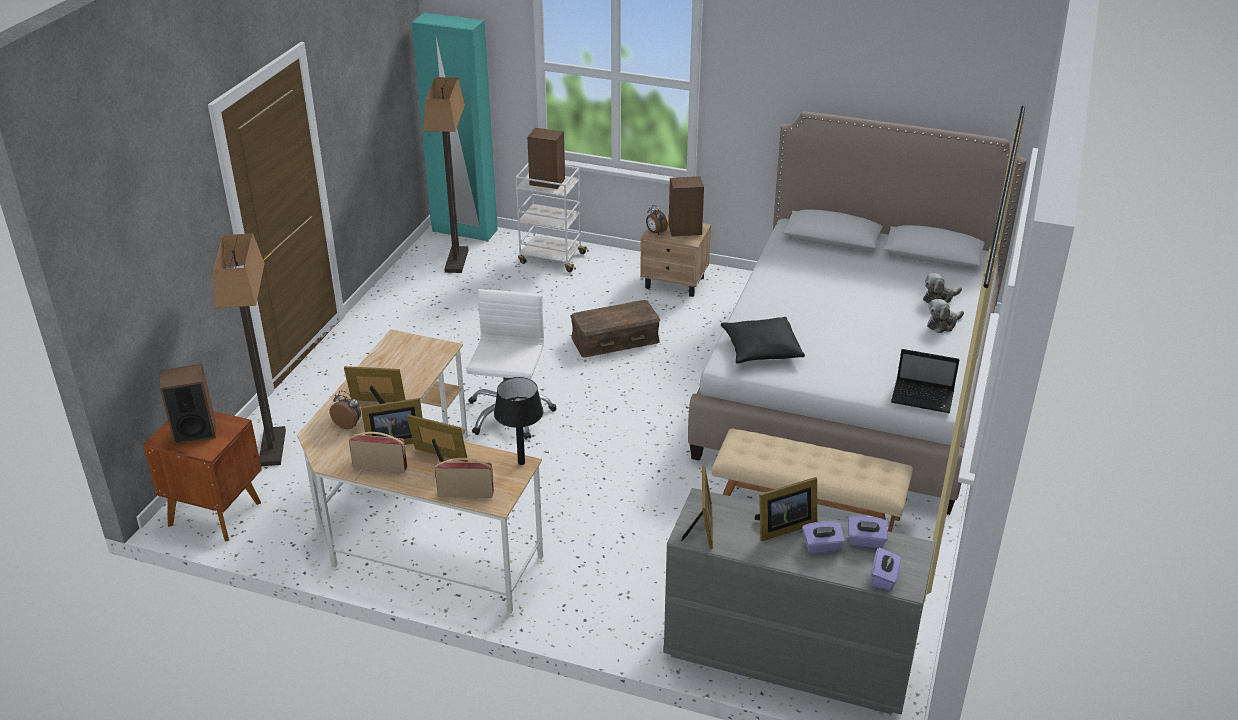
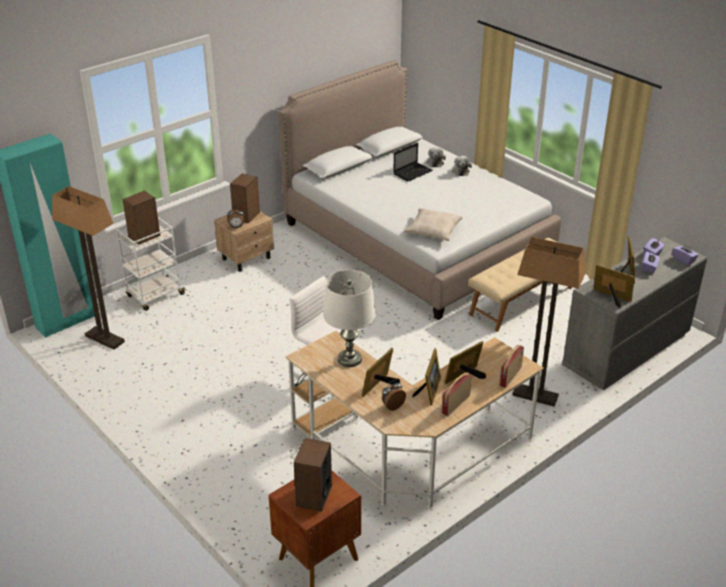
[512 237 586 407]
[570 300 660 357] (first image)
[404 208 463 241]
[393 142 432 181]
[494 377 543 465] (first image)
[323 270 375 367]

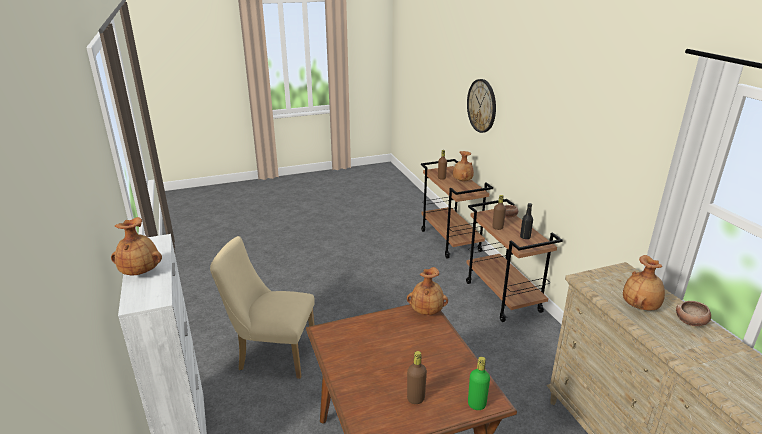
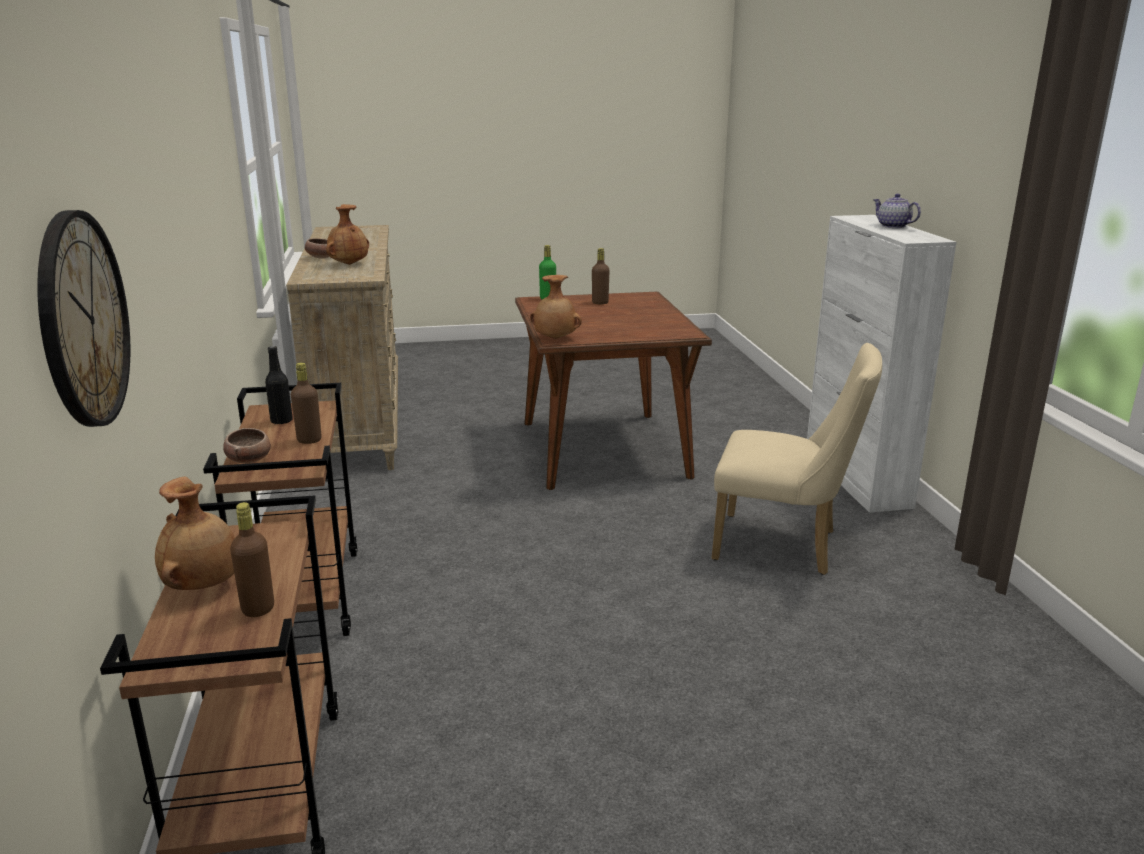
[873 194 921 228]

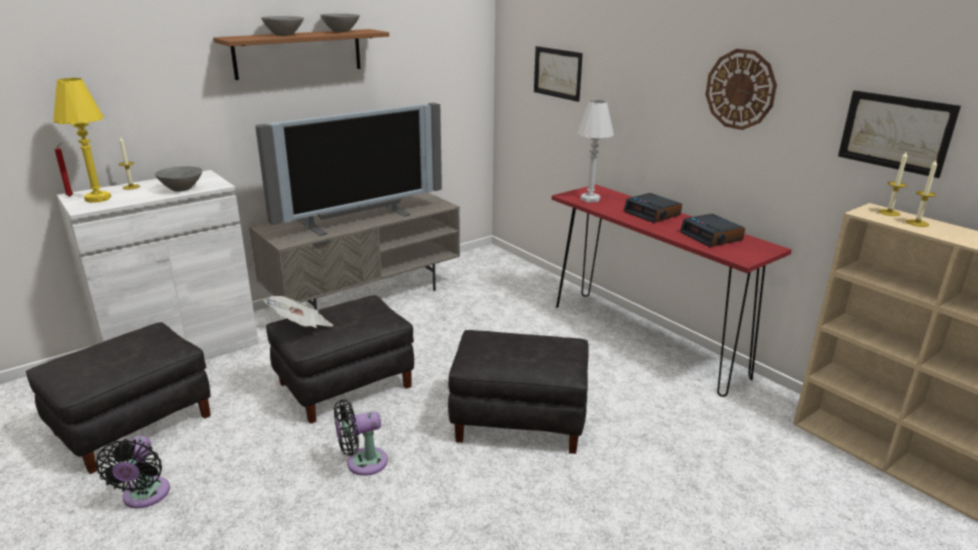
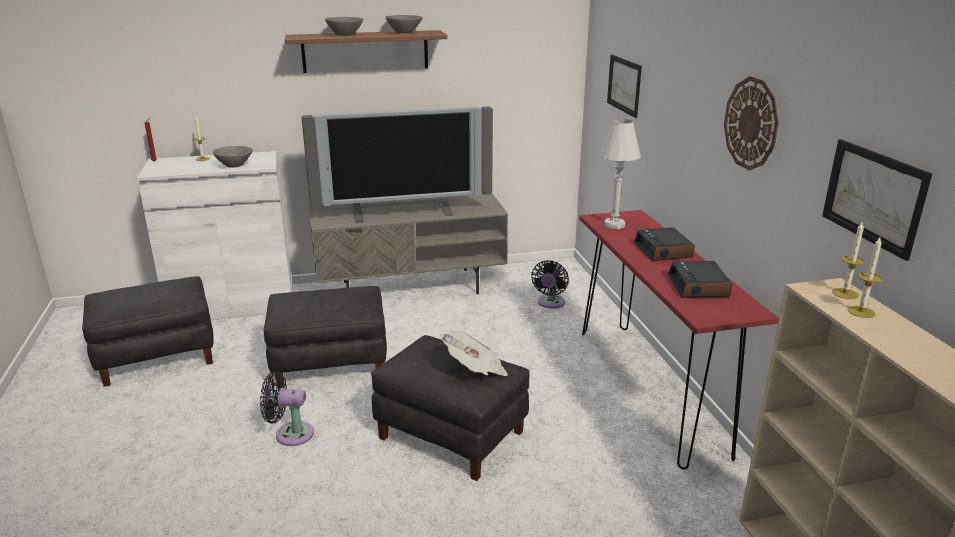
[53 78 111 203] (first image)
[440 331 508 376]
[531 260 569 309]

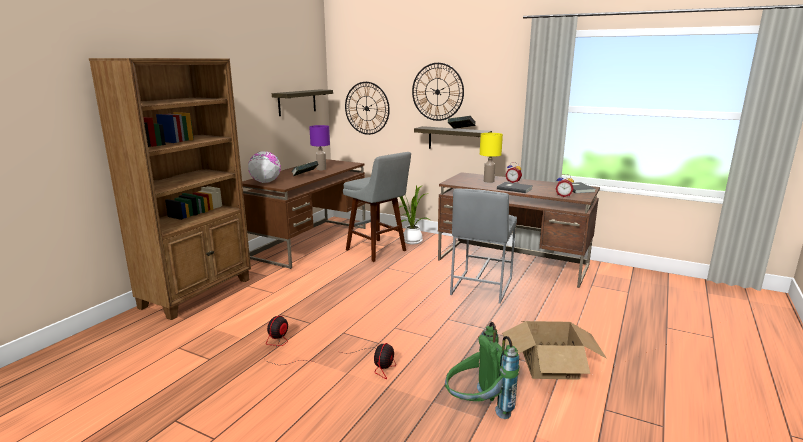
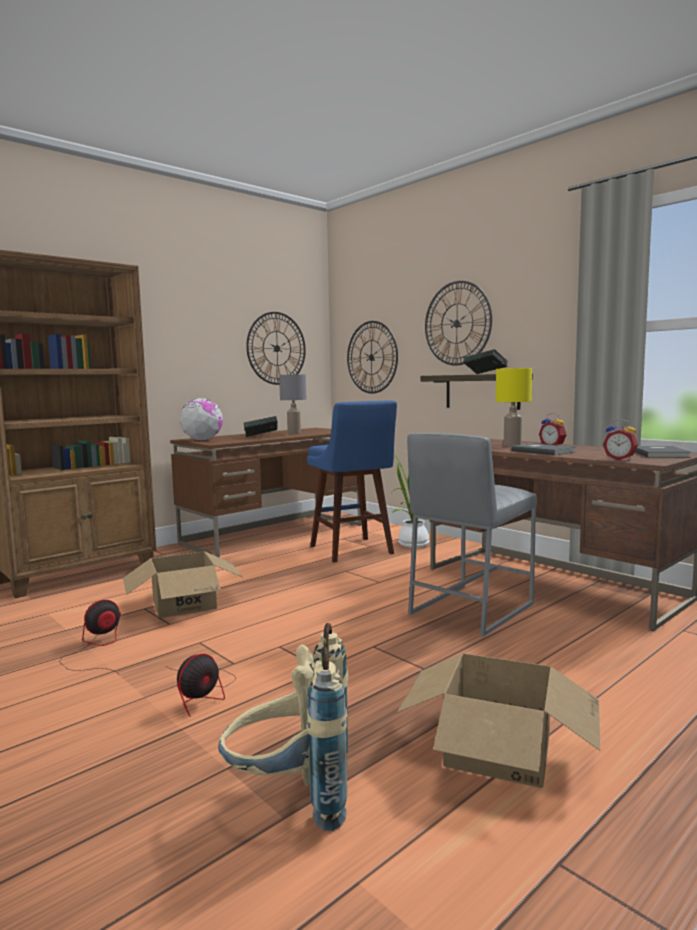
[246 312 306 385]
[279 374 306 434]
[307 401 397 563]
[218 623 348 831]
[123 551 243 618]

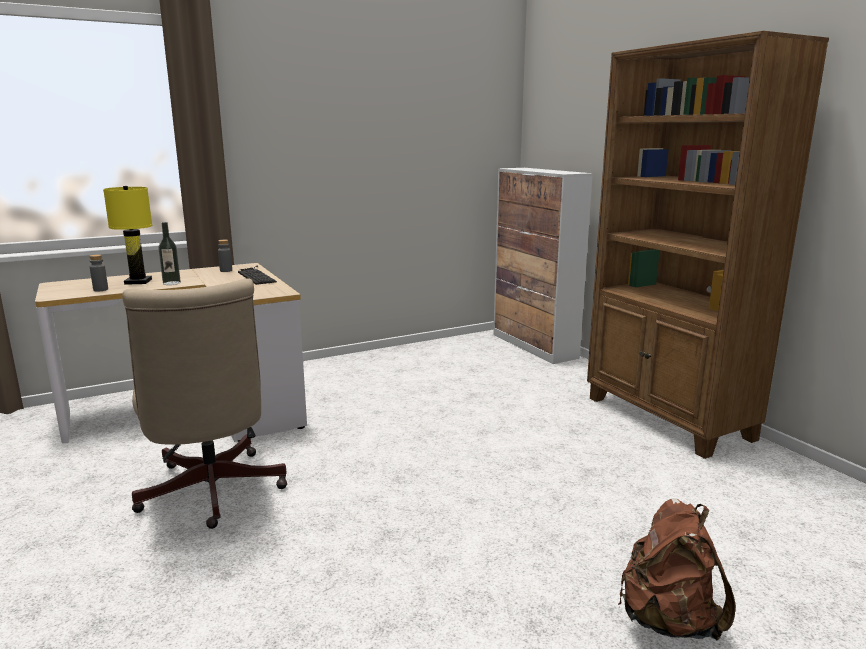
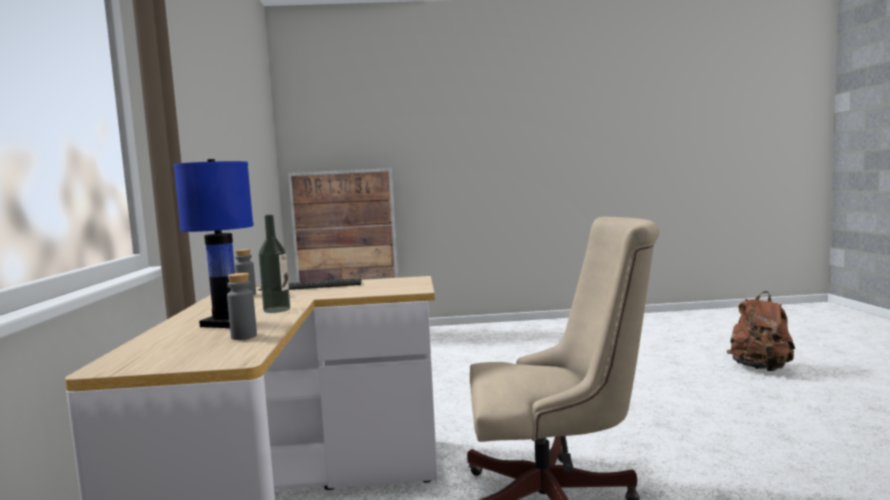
[587 31 829 459] (first image)
[174 159 254 328]

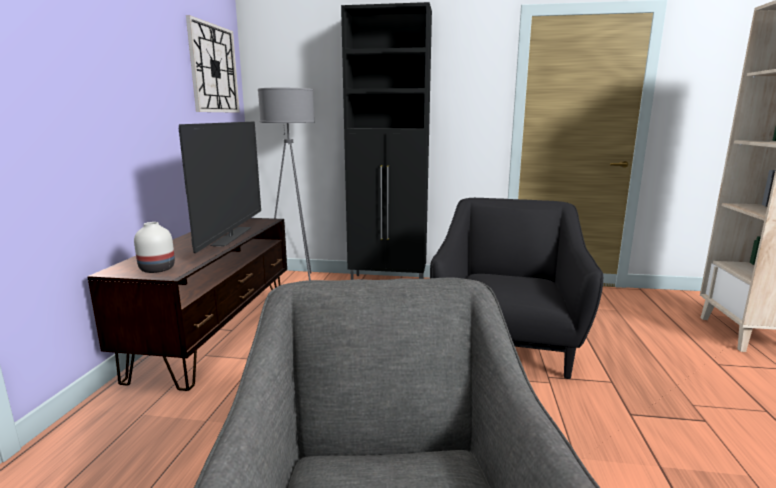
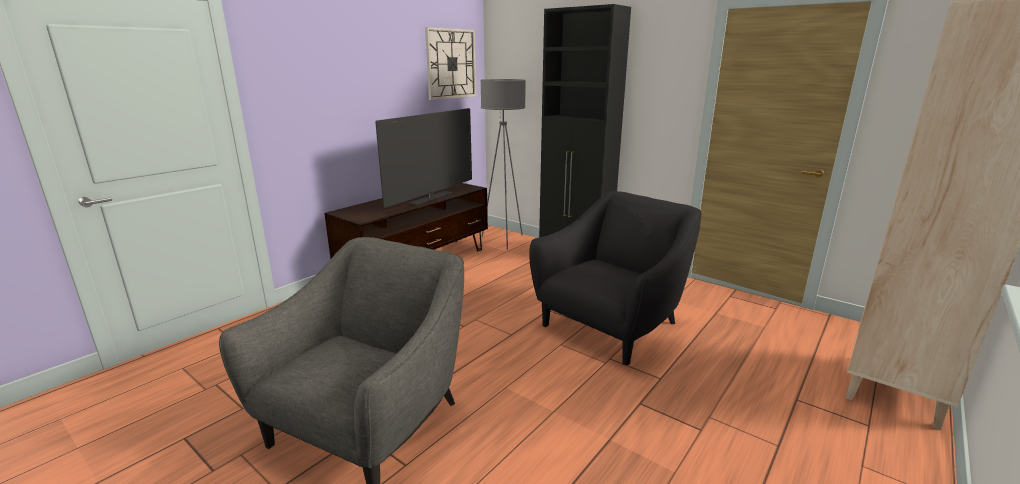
[134 222 175 273] (first image)

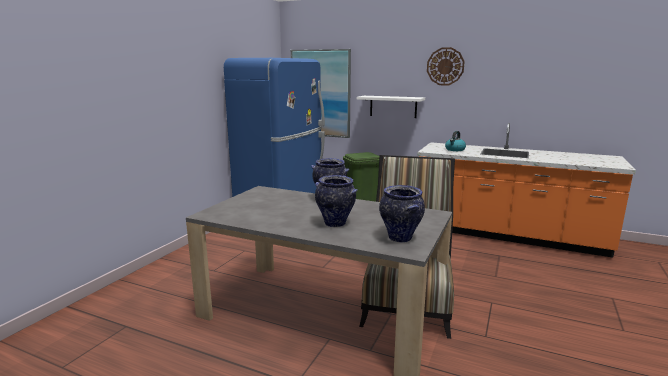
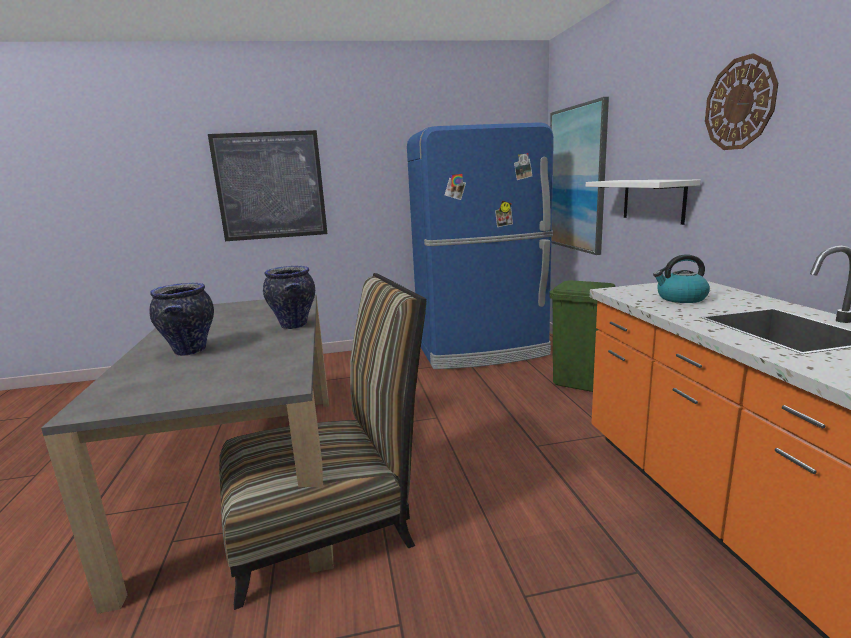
[379 185 425 243] (first image)
[208 130 328 241]

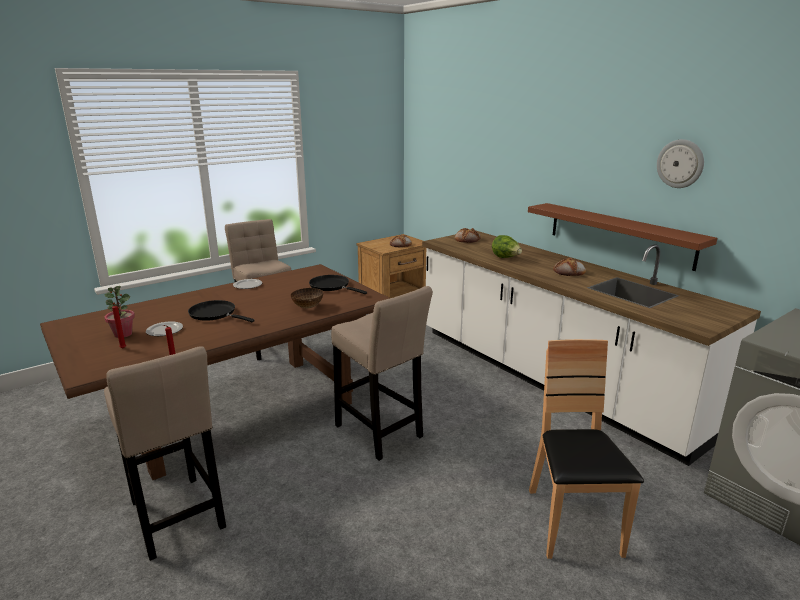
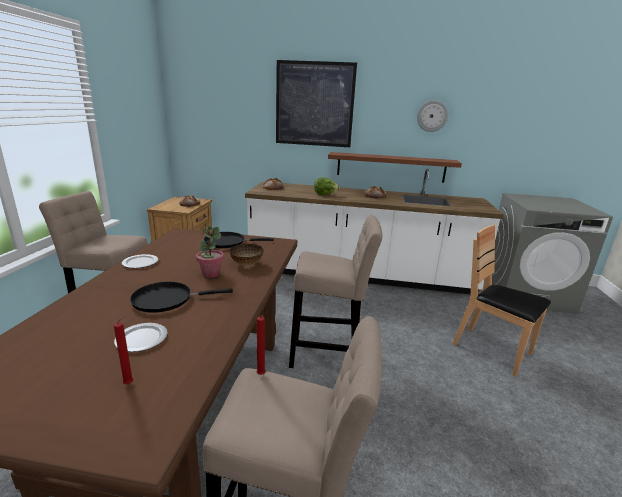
[196 225 224 278]
[276 60 357 147]

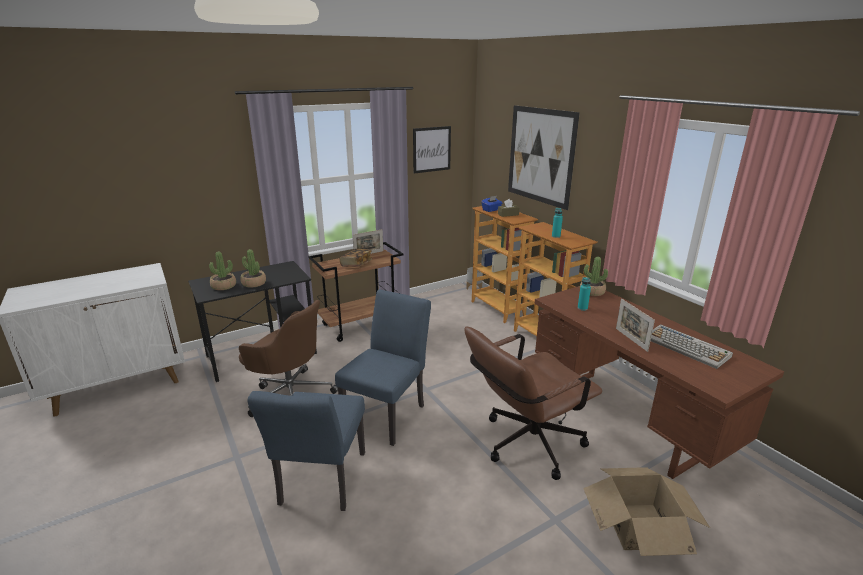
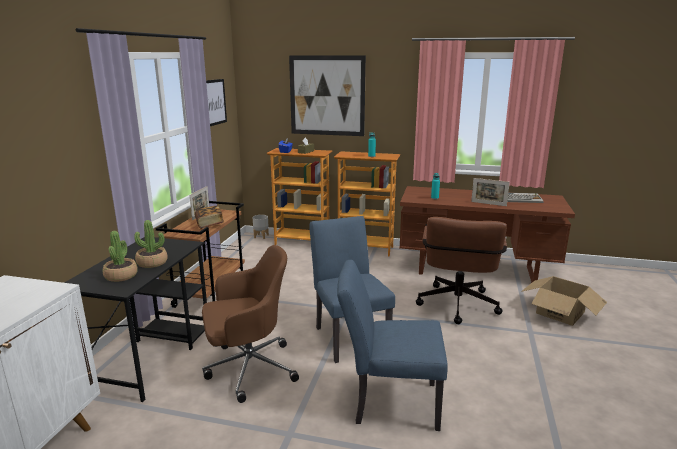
[580 257 608 296] (first image)
[337 260 448 431]

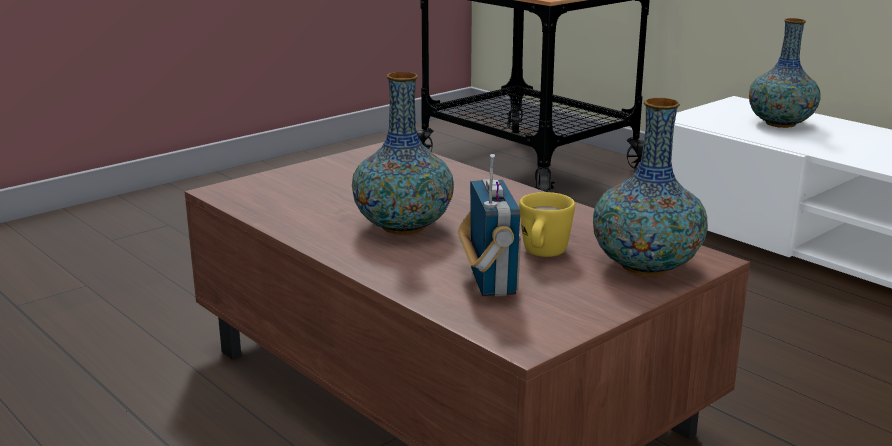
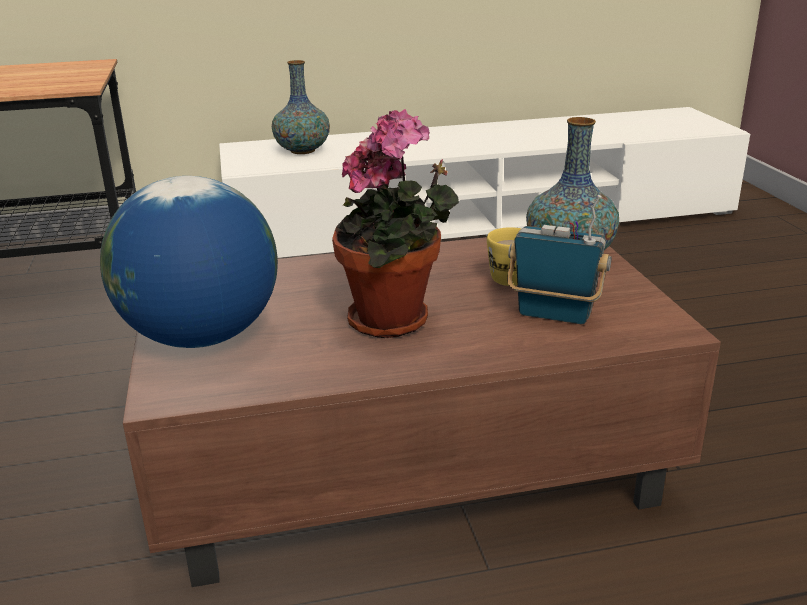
[332 109 459 338]
[100 176 278 348]

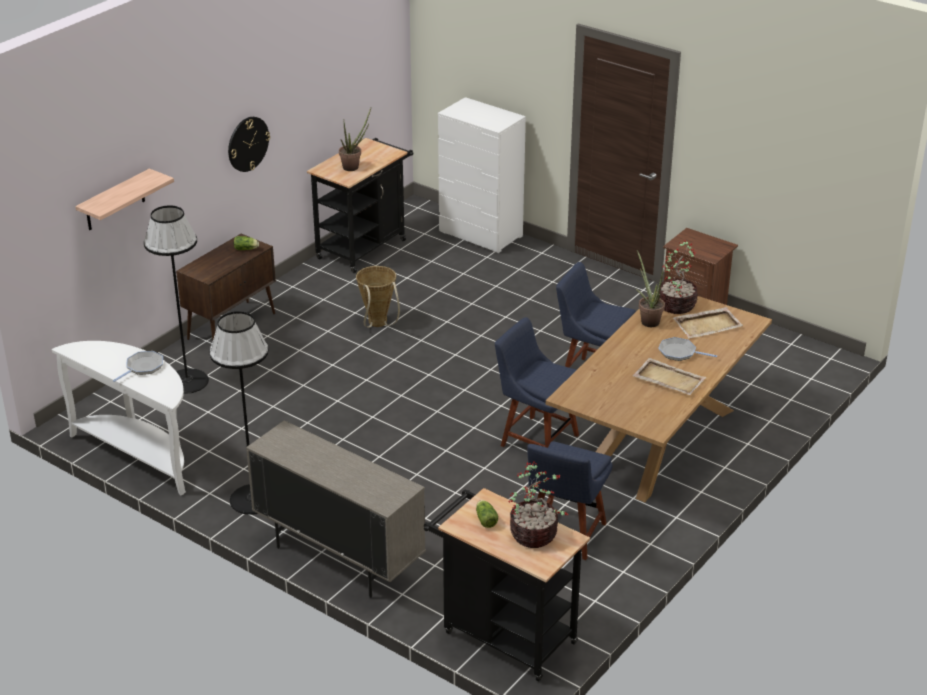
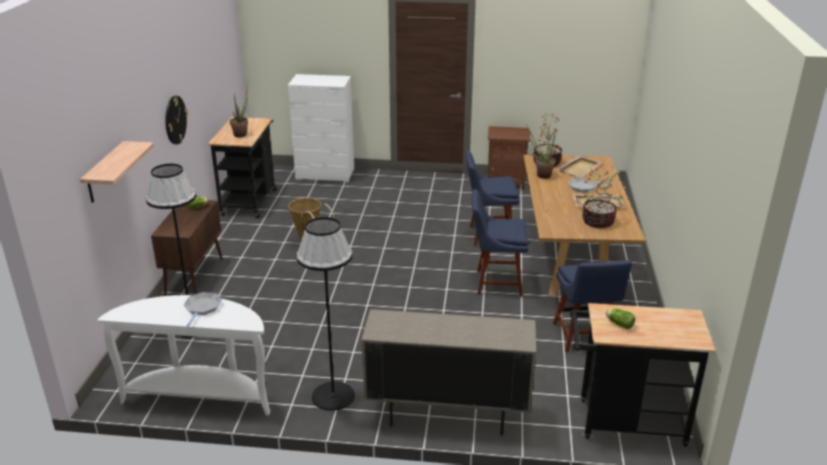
[582 169 623 228]

